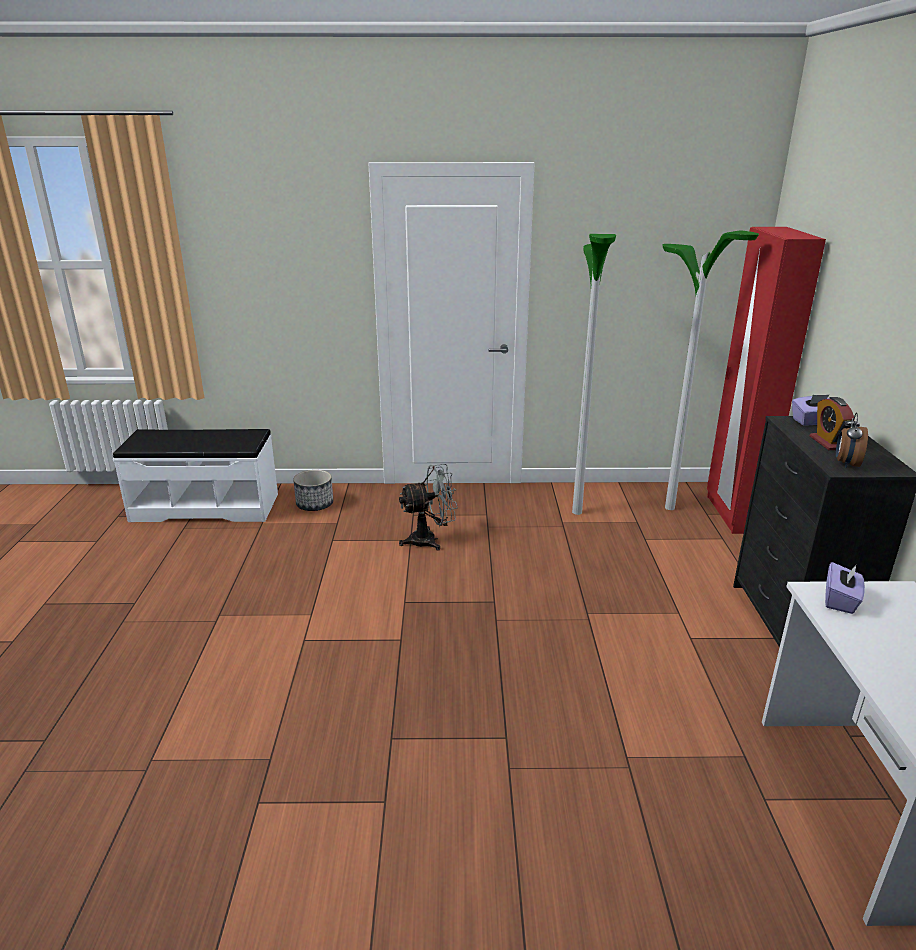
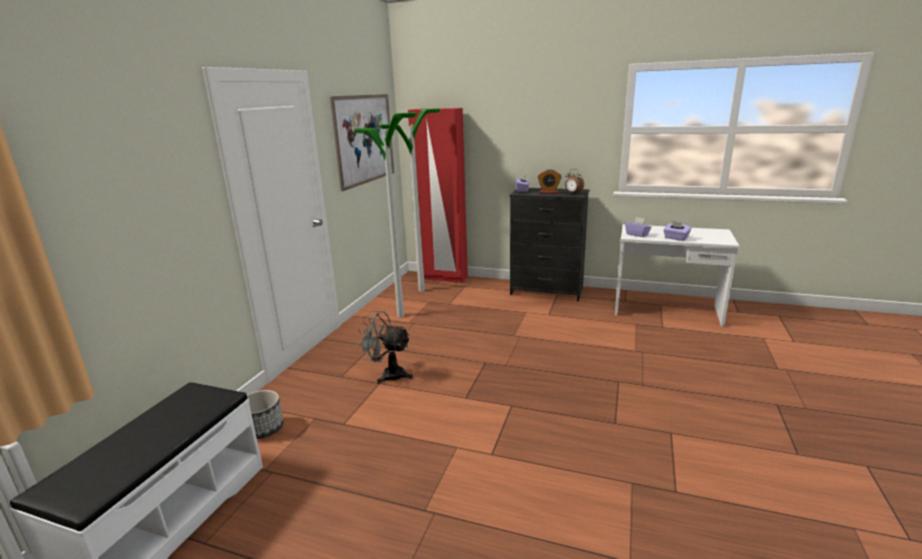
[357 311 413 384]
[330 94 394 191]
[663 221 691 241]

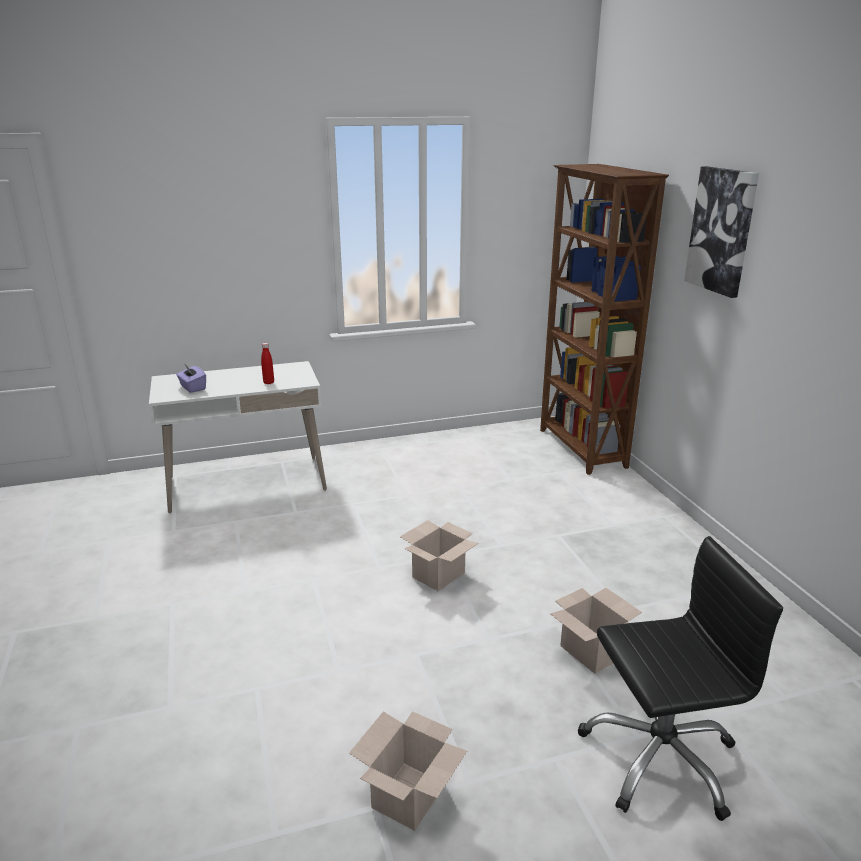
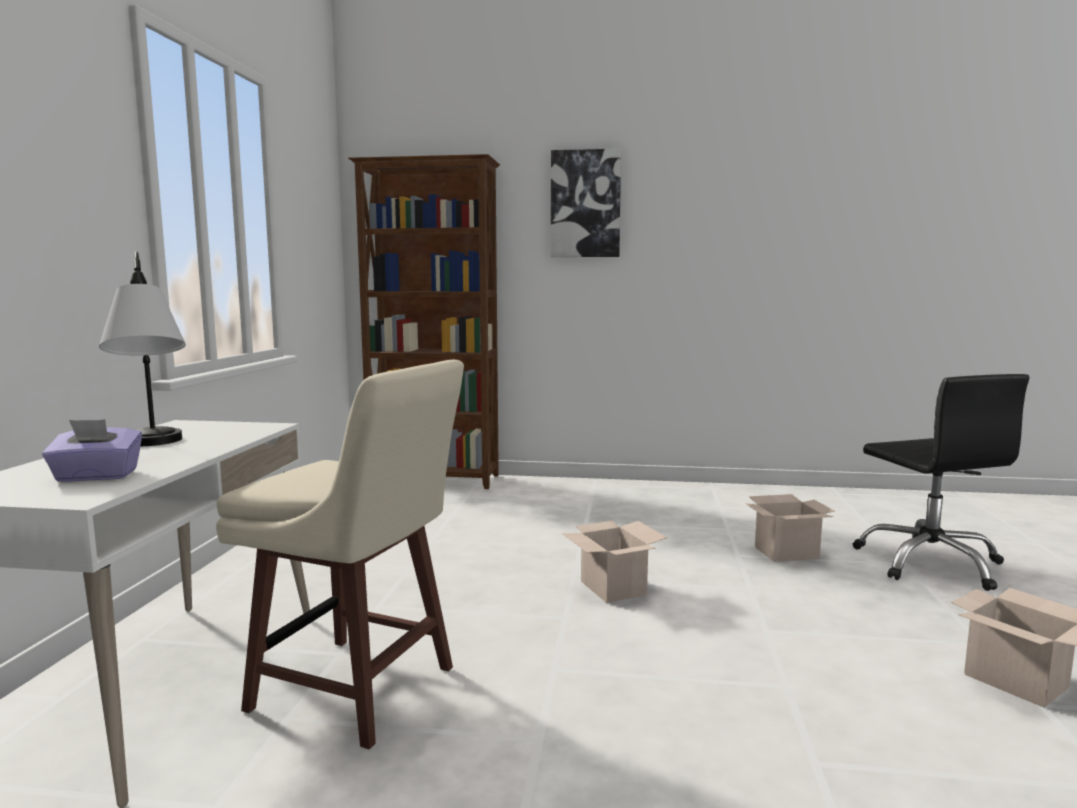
[261 343 274 384] (first image)
[853 374 1029 591]
[99 252 186 446]
[216 360 464 749]

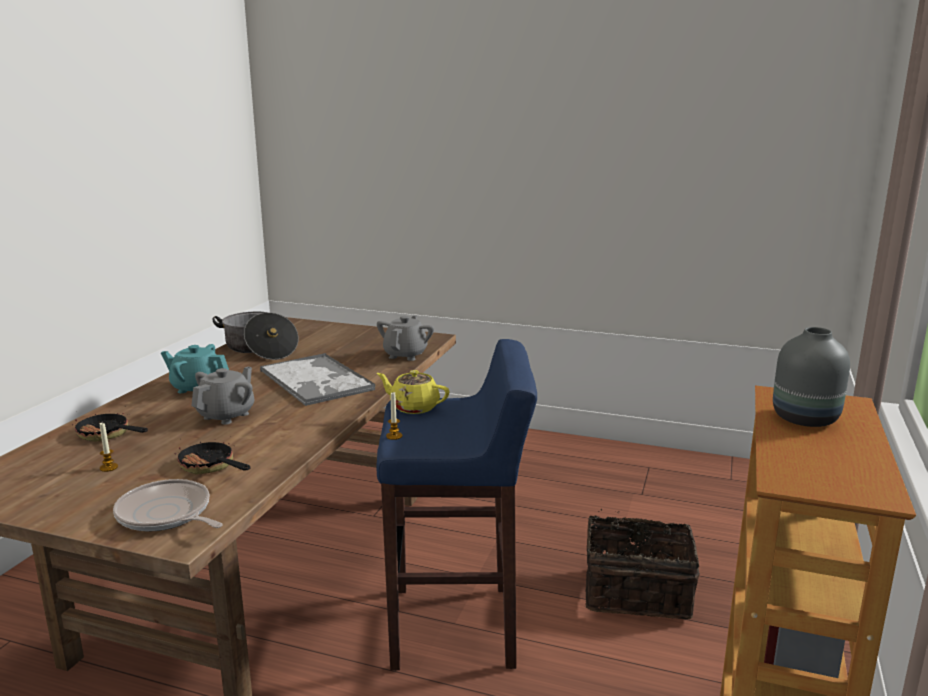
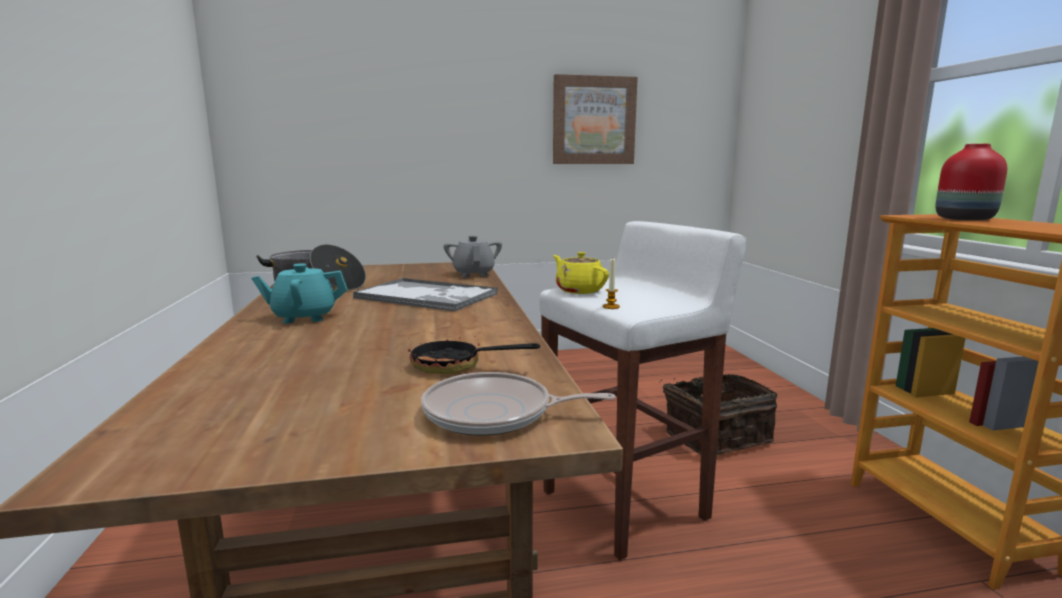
[936 144 1007 220]
[539 221 747 560]
[191 367 254 425] (first image)
[553 252 609 294]
[72 411 148 442] (first image)
[100 423 118 472] (first image)
[553 74 638 164]

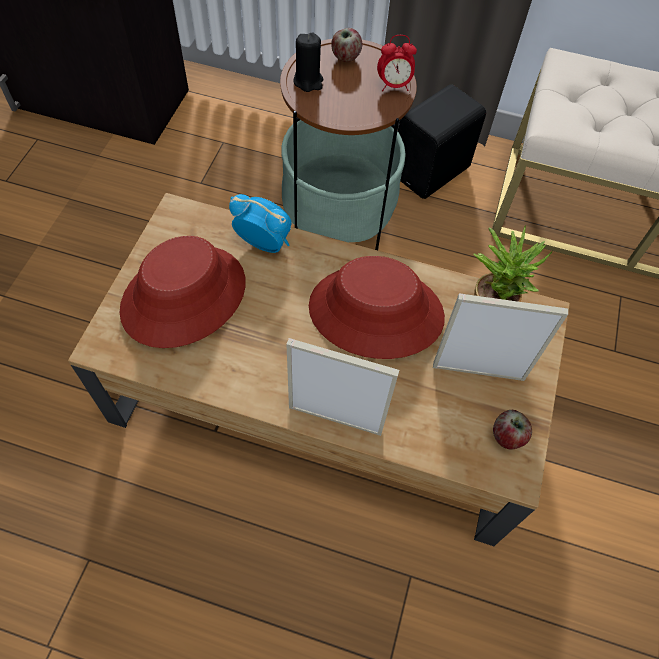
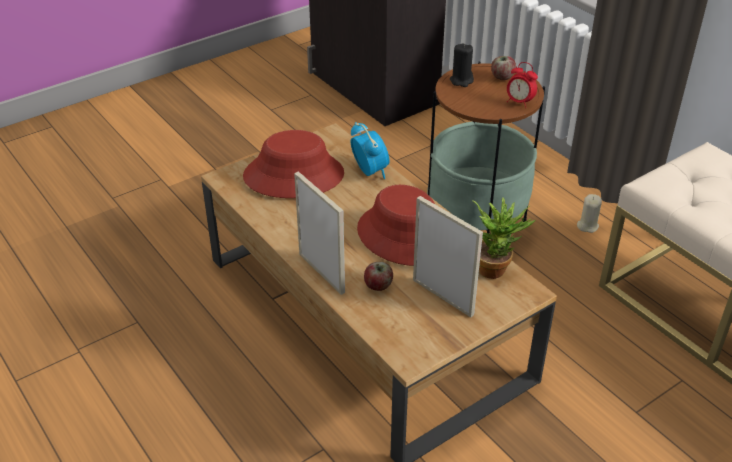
[577 194 602 233]
[364 262 393 291]

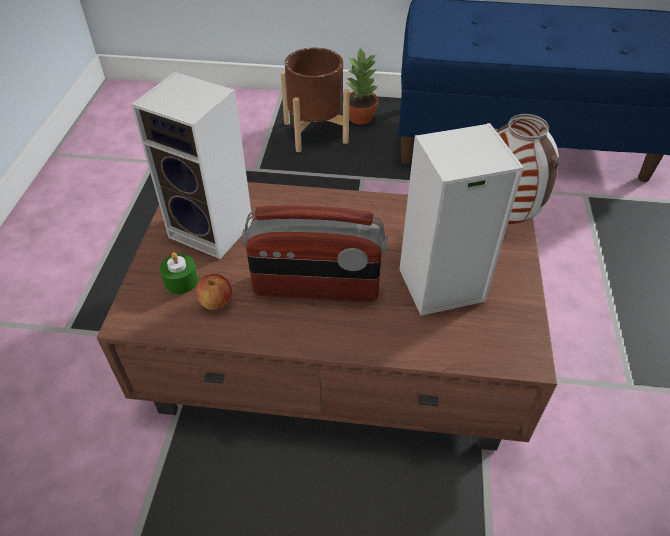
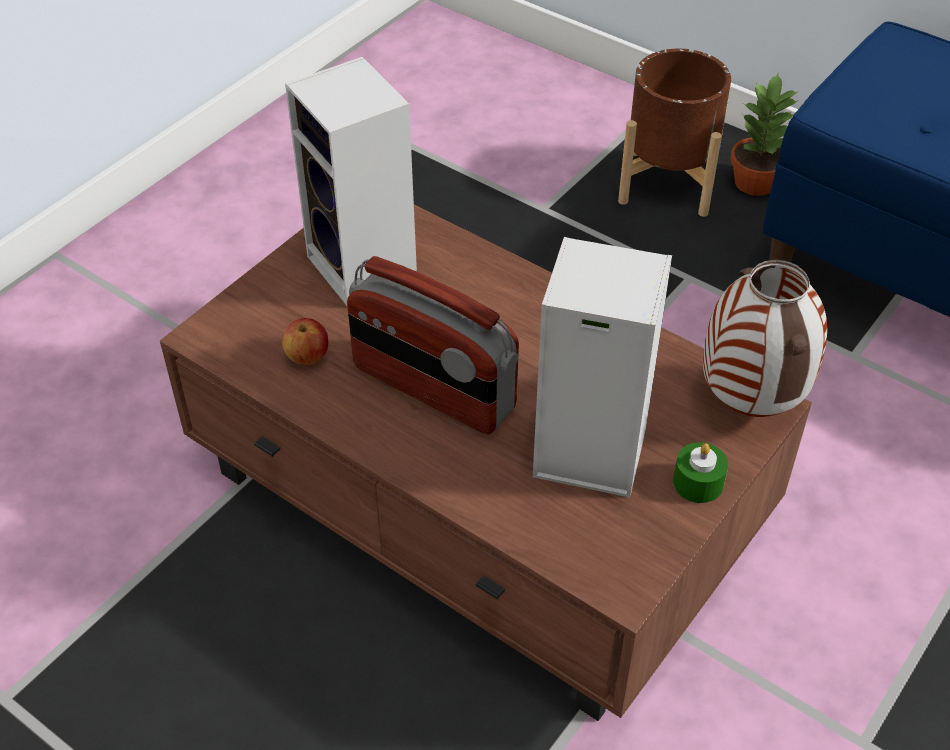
[673 442 728 503]

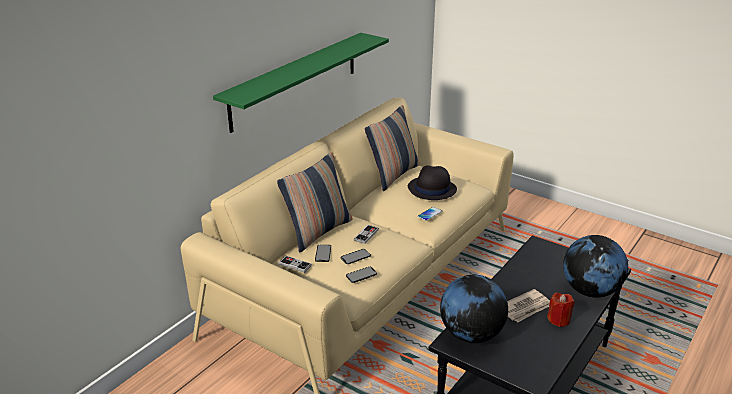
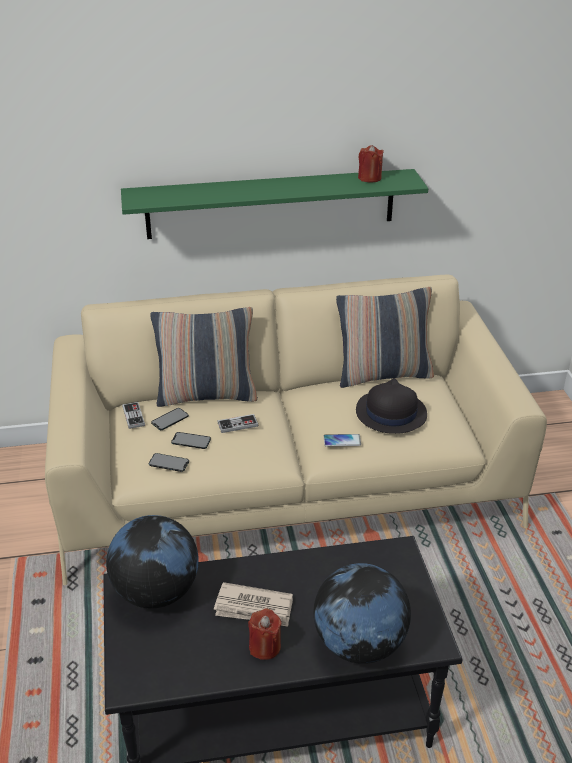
[358 145 384 183]

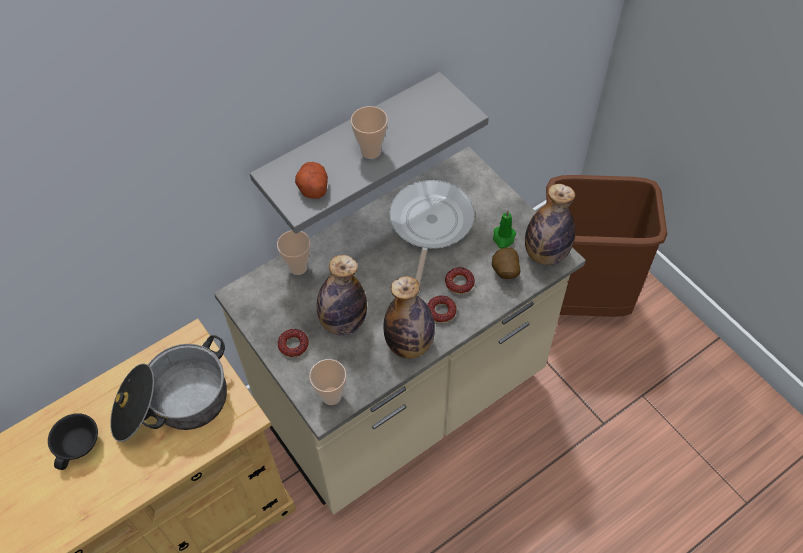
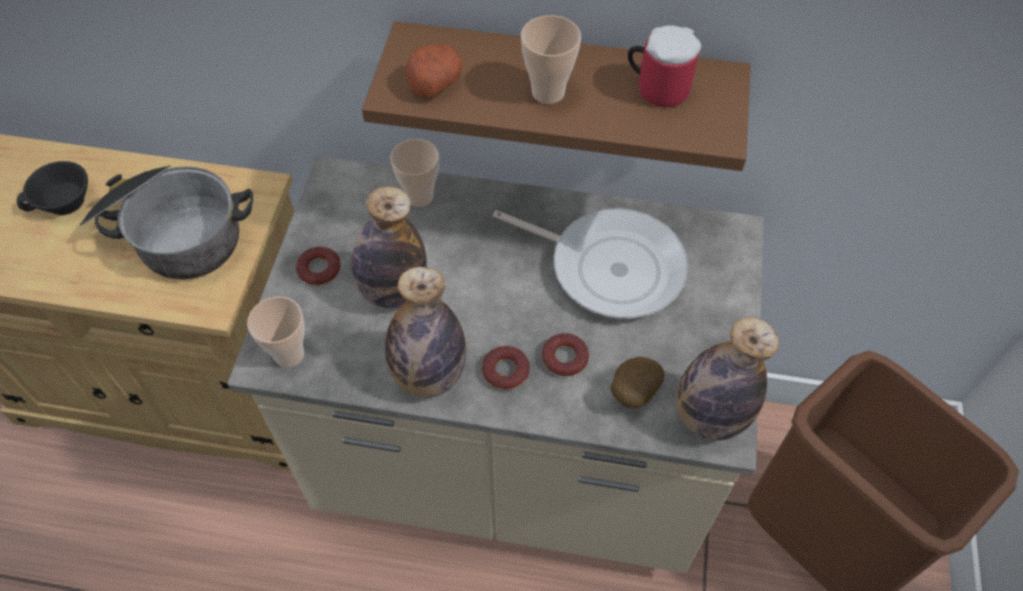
[362 21 751 171]
[493 208 688 319]
[493 210 516 249] (first image)
[628 25 701 107]

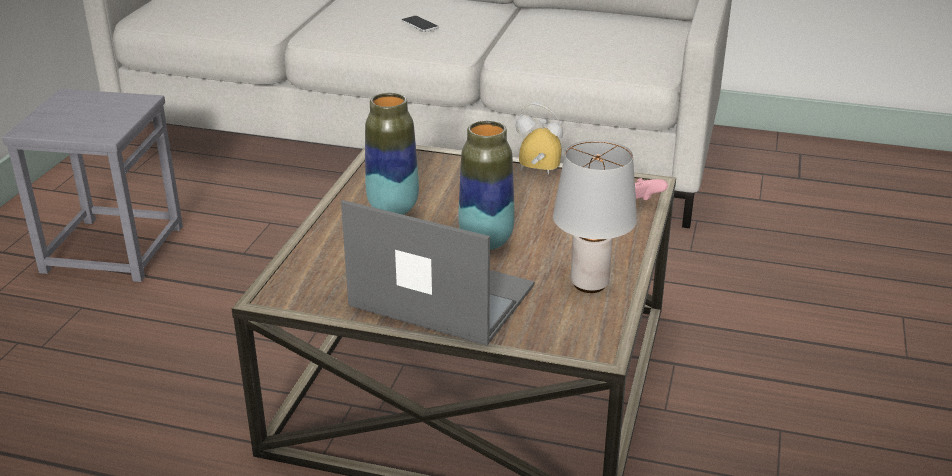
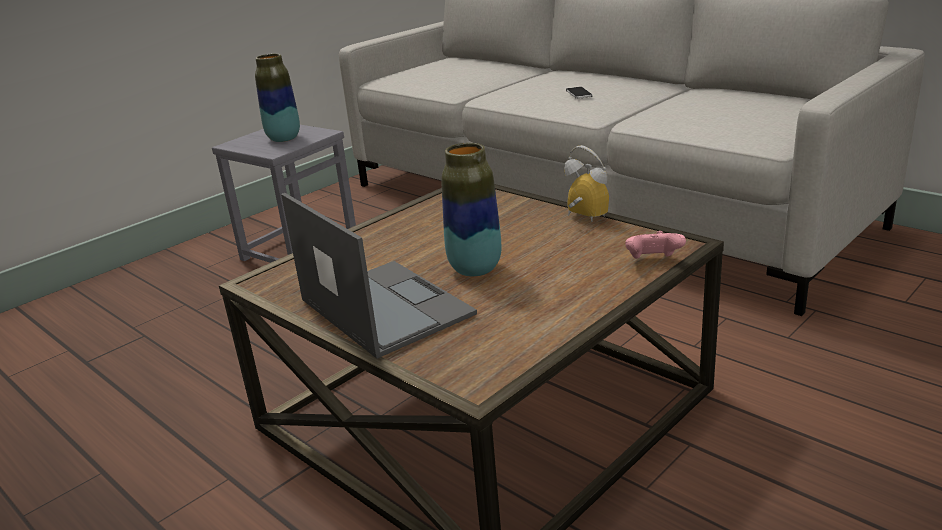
[255 54 300 142]
[553 139 637 293] (first image)

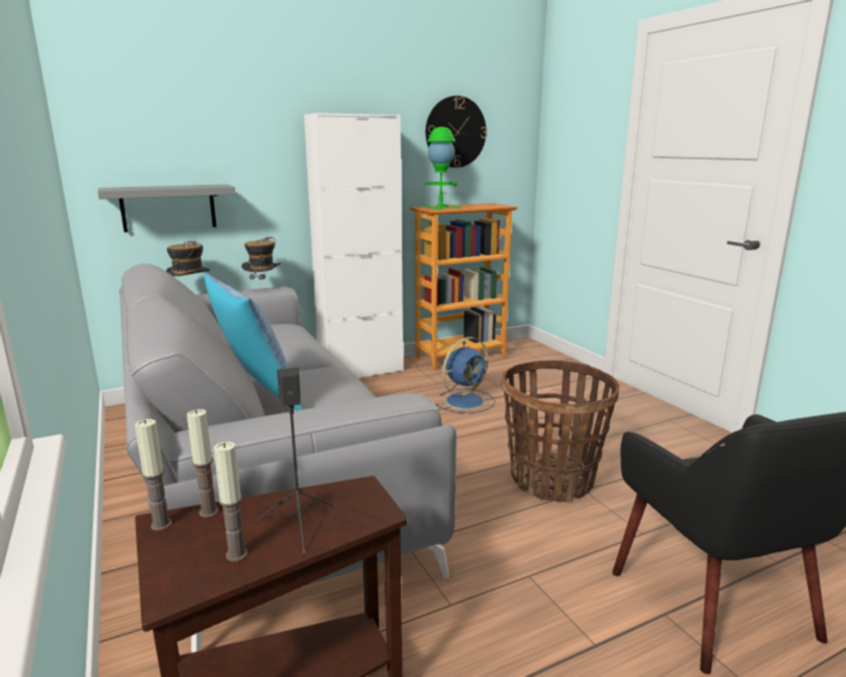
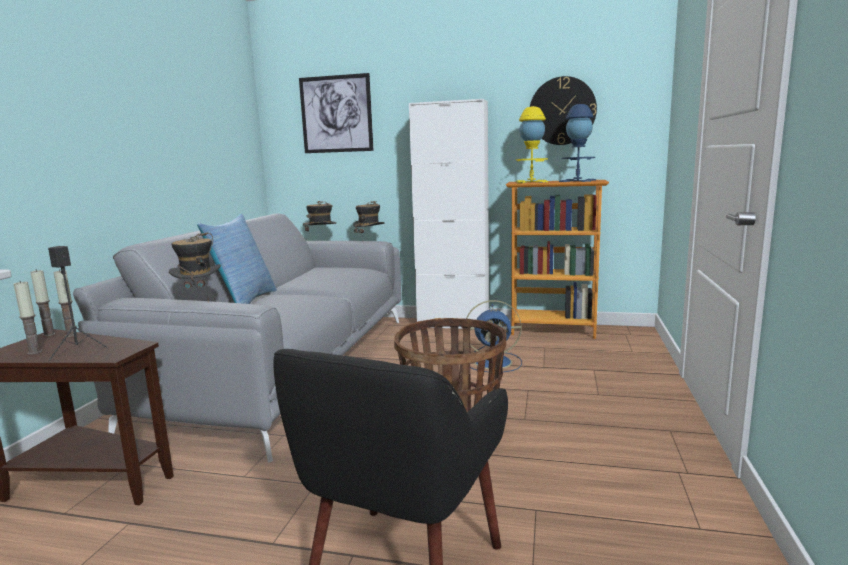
[516 106 548 183]
[98 184 235 232] (first image)
[299 73 374 153]
[559 104 596 182]
[169 233 221 302]

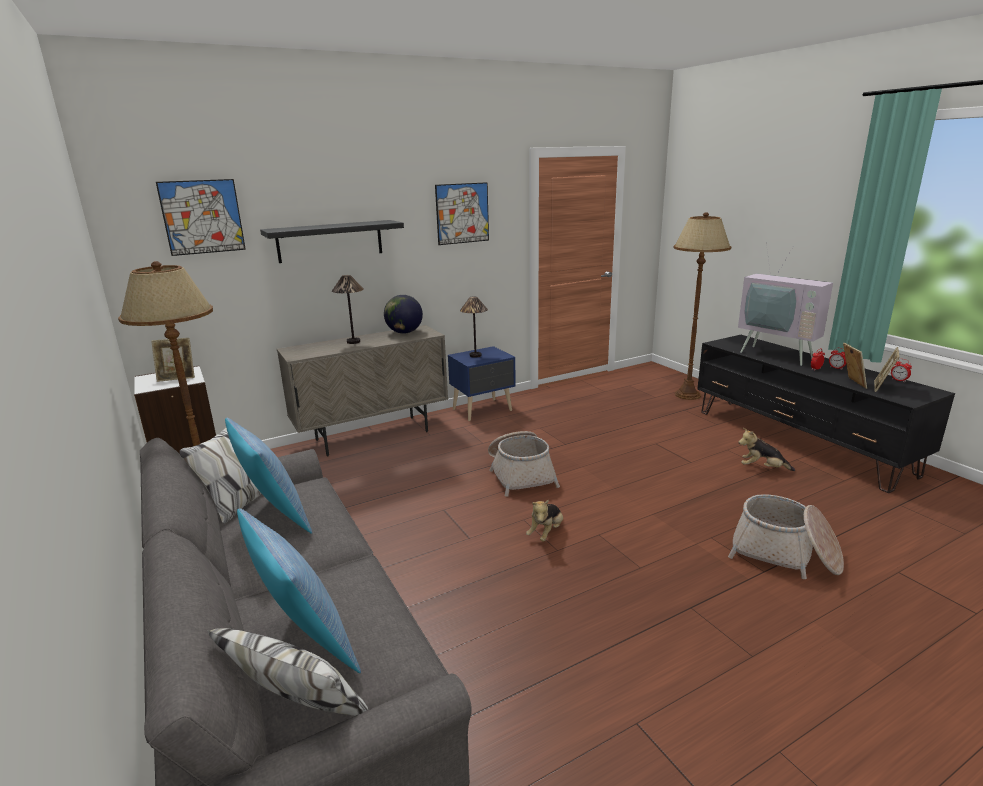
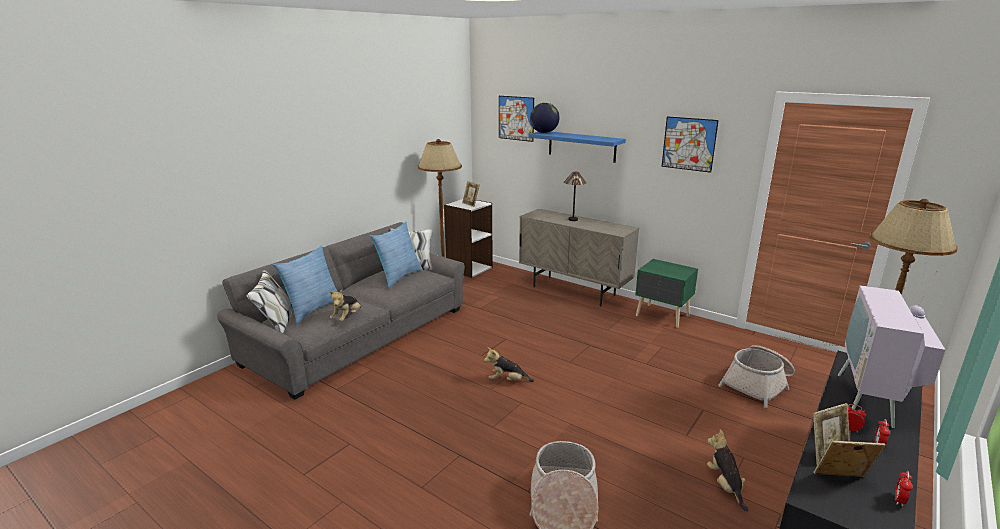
[529 132 626 163]
[530 103 560 133]
[460 296 488 358] (first image)
[635 259 698 328]
[718 345 795 408]
[330 290 362 321]

